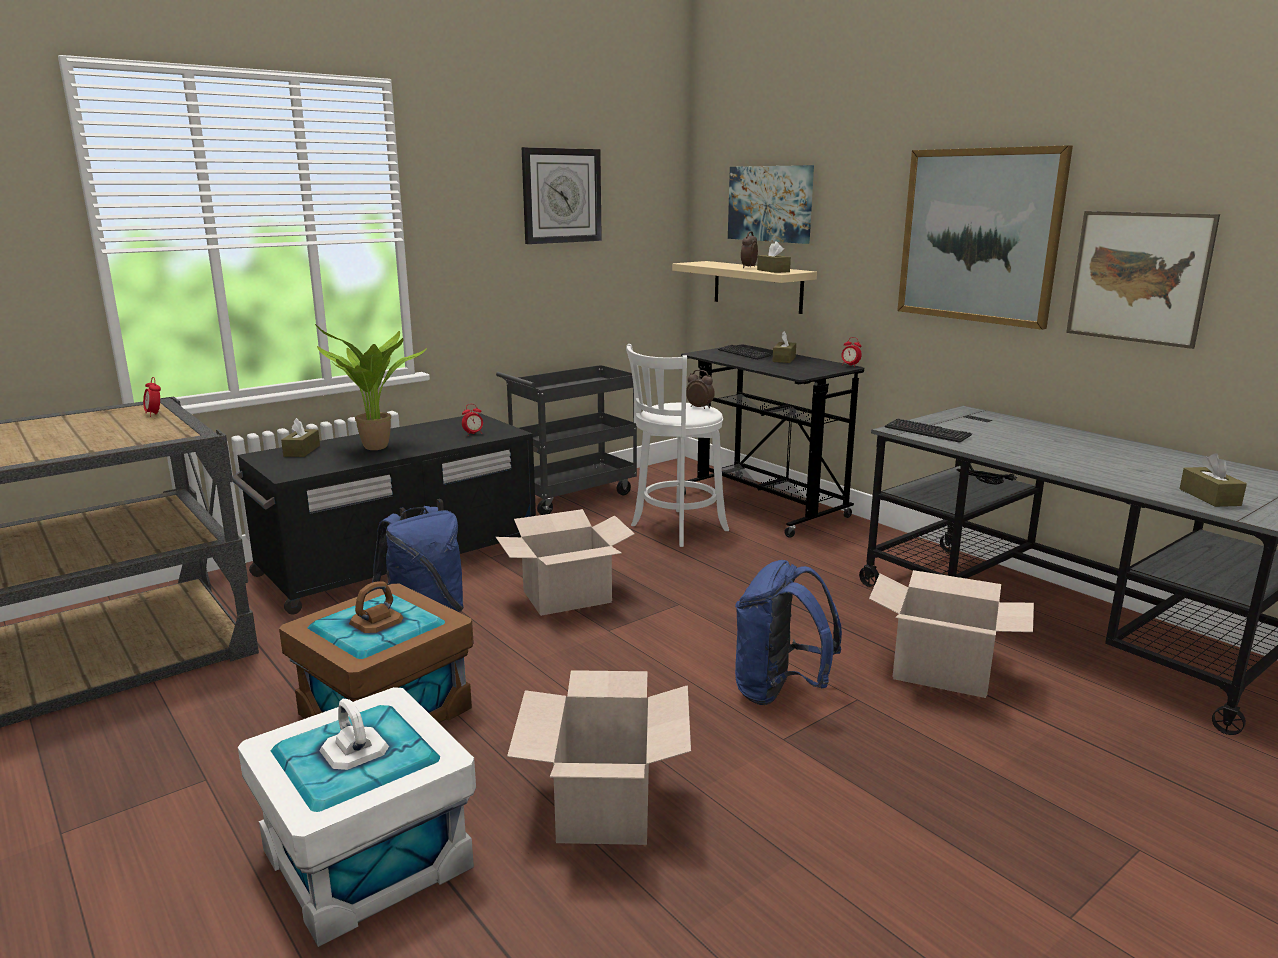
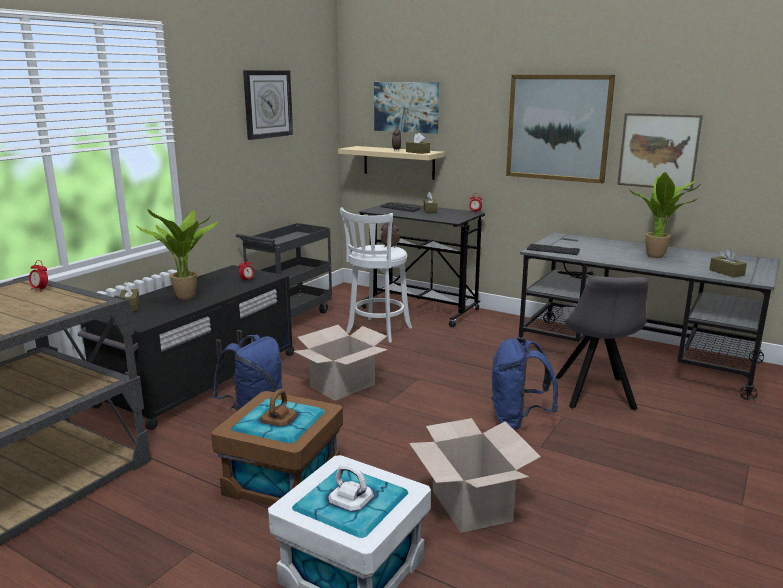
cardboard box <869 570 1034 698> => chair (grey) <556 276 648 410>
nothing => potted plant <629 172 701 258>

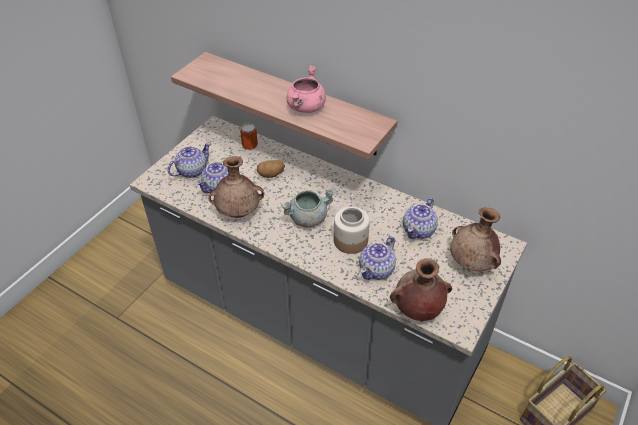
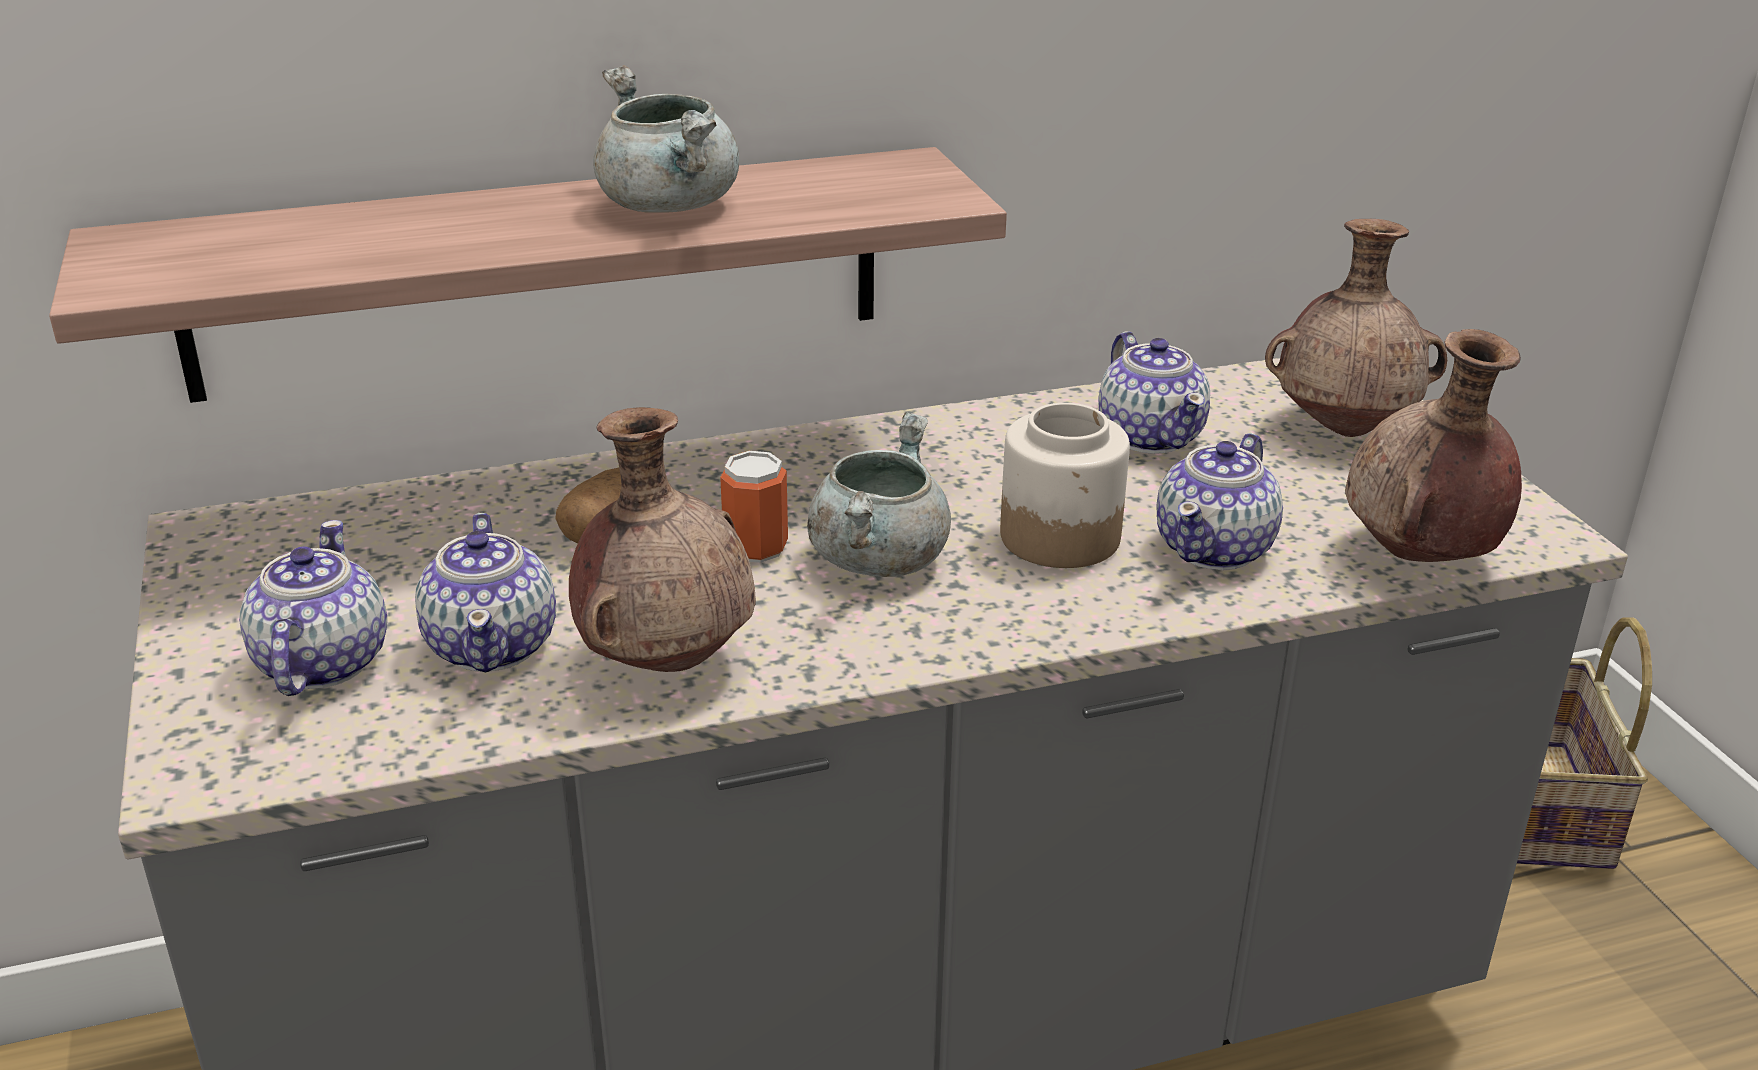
sealed can <240 123 258 150> => sealed can <720 451 788 563>, move
saucepot (pinkish) <287 66 326 113> => saucepot (grey) <593 65 739 213>
pot for tea <359 236 396 280> => pot for tea <1156 433 1283 570>, 45 degrees clockwise

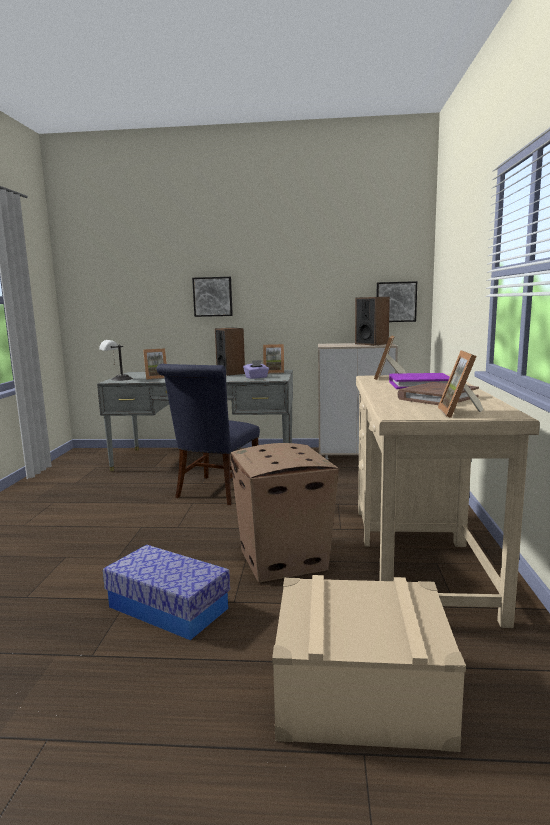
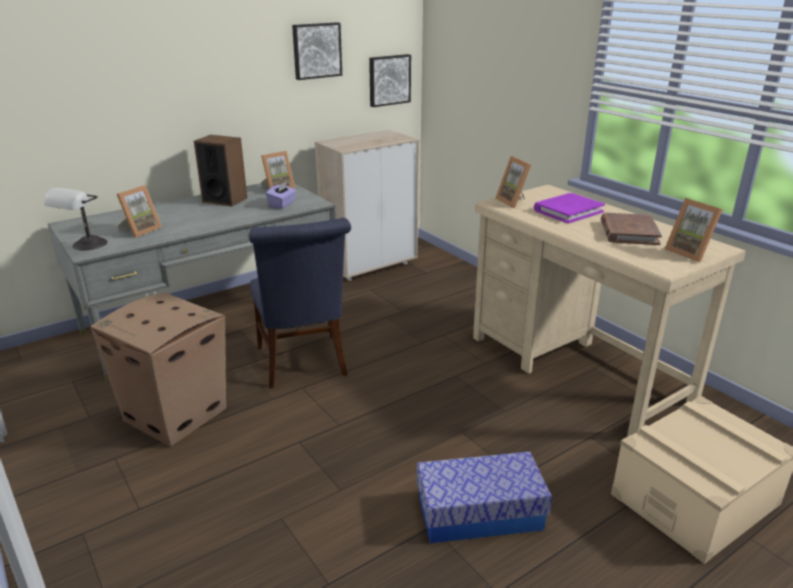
wall art <192 277 233 317> => wall art <292 22 342 80>, move
cardboard box <230 443 339 582> => cardboard box <90 293 226 446>, move
speaker <355 297 390 345> => nothing

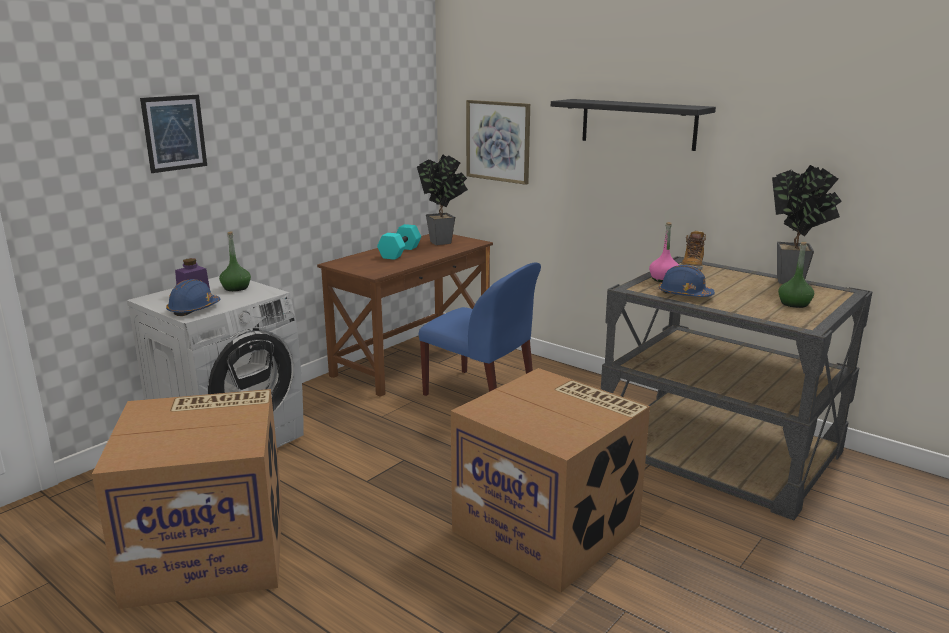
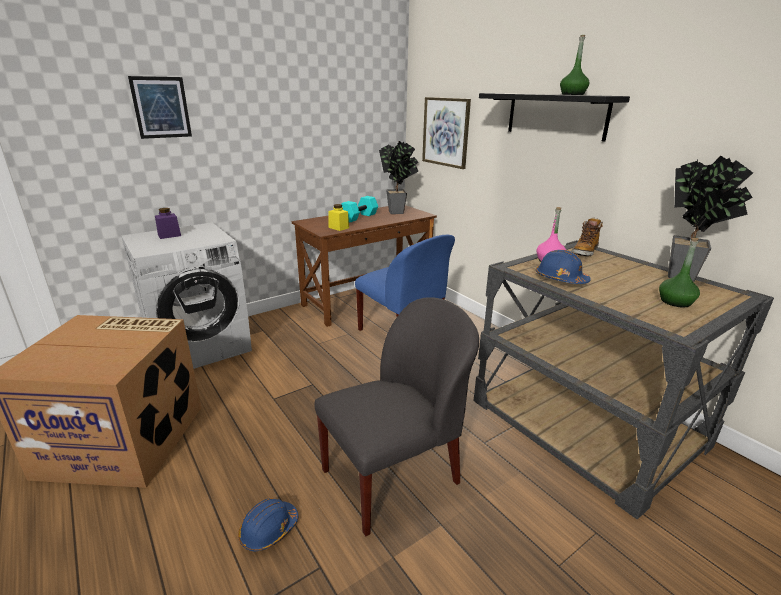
work helmet (blue) <166 279 220 316> => work helmet (blue) <238 498 299 551>, move
drink bottle (greenish) <219 231 251 291> => drink bottle (greenish) <560 35 590 95>, move
cardboard box <451 368 650 592> => chair (grey) <314 297 479 536>
nothing => jar (yellow-coloured) <328 204 349 231>

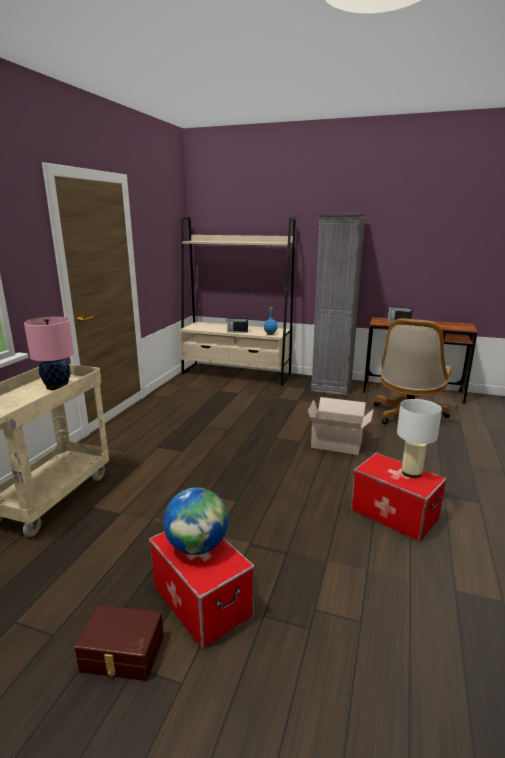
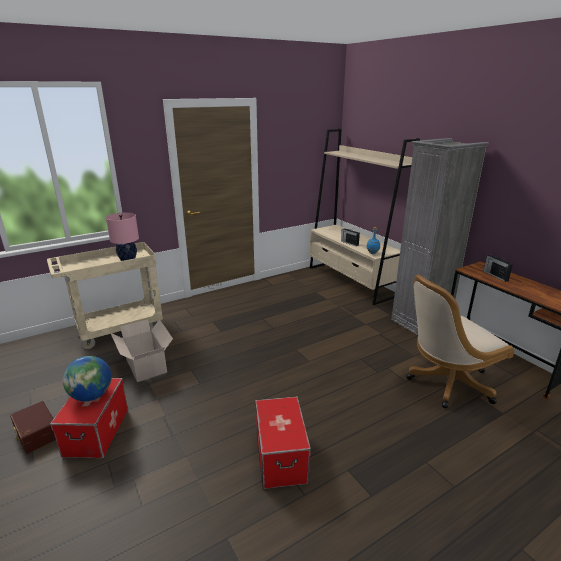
cardboard box <308 397 373 455> => cardboard box <110 319 173 382>, move
lamp for a table (whitish) <397 399 442 478> => nothing

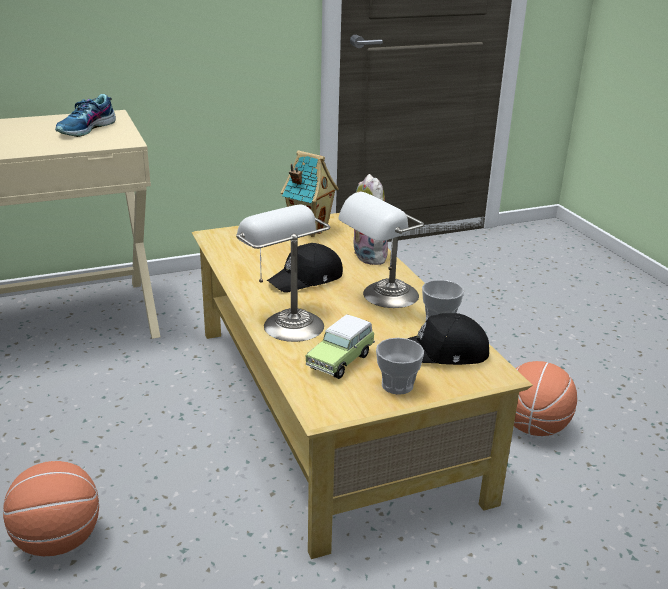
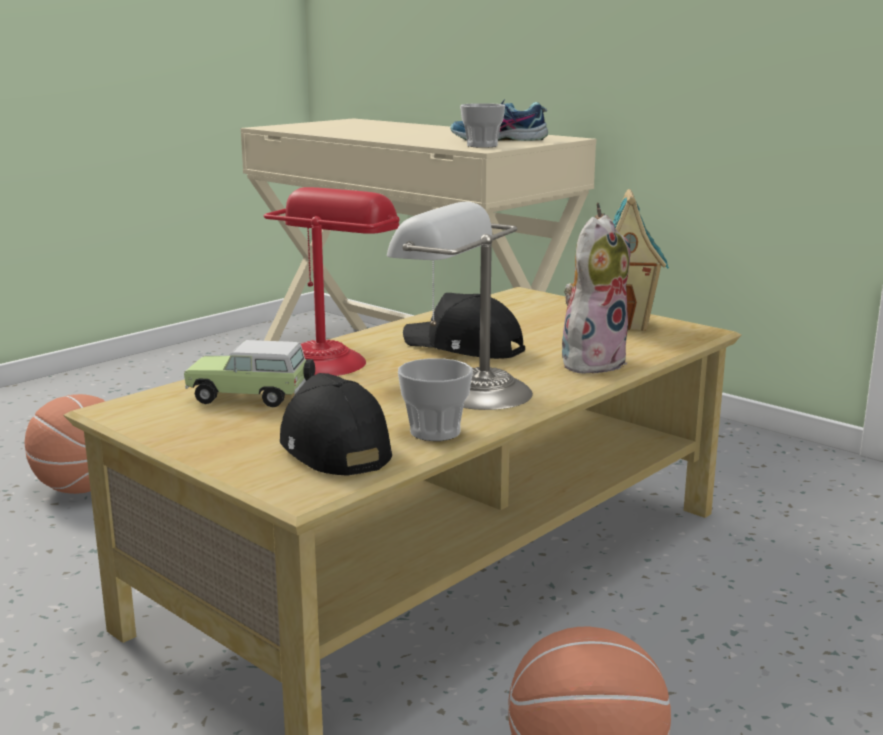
lamp for a table (whitish) <236 204 331 342> => lamp for a table (red) <264 187 399 376>
cup <376 338 424 395> => cup <460 103 505 148>, move

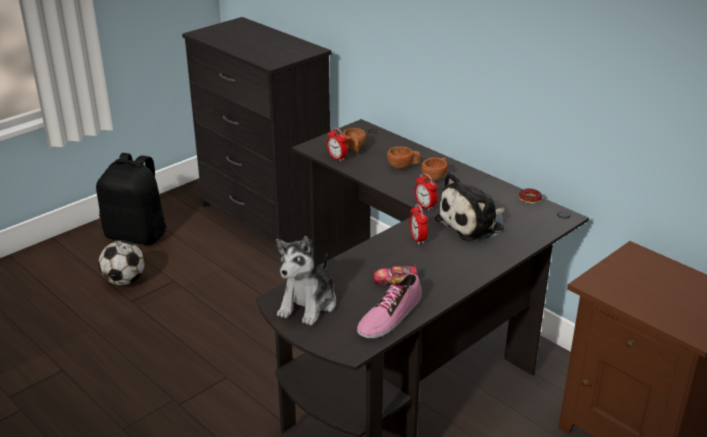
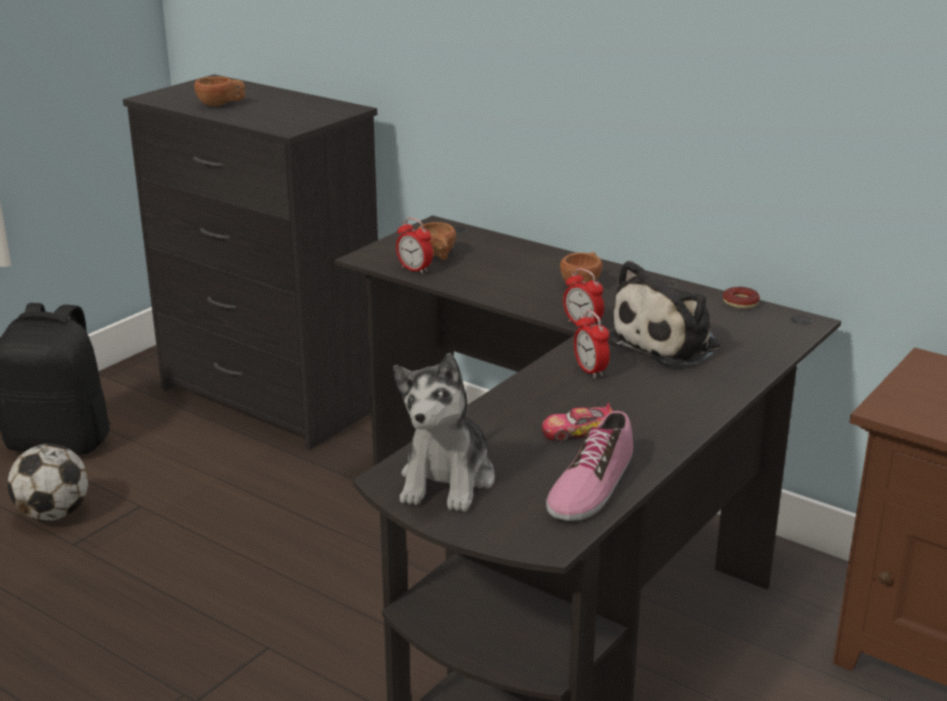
cup (brown) <387 147 421 169> => cup (brown) <194 76 245 106>, move

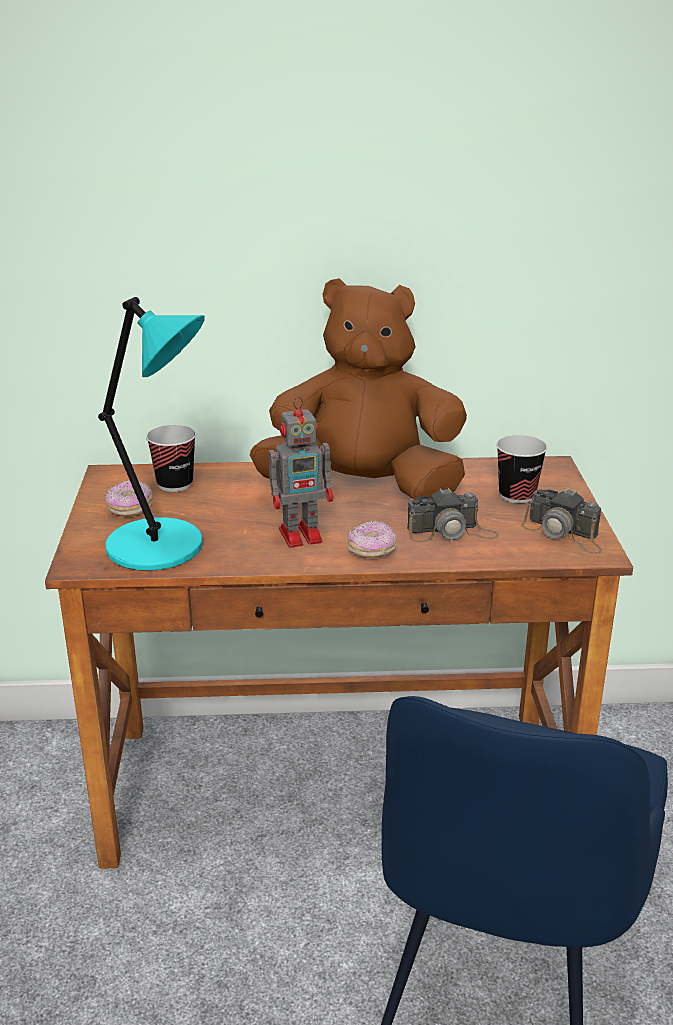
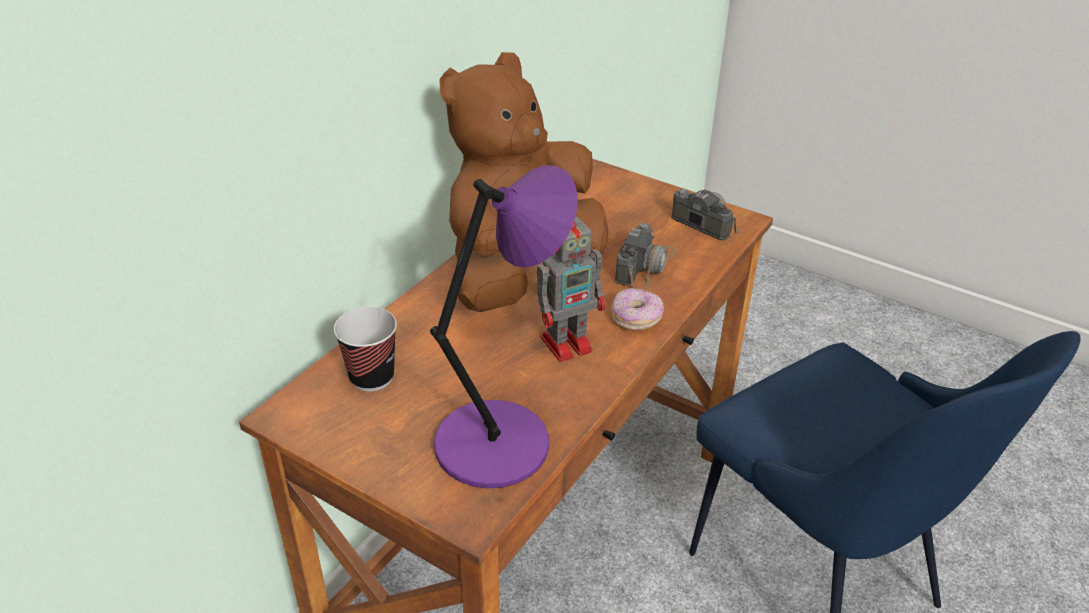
lamp for a table (turquoise-coloured) <98 297 205 571> => lamp for a table (purple-coloured) <430 165 578 488>
ring doughnut <105 480 153 516> => nothing
robot figure <268 396 333 548> => robot figure <537 217 606 362>, 45 degrees clockwise
cup <496 435 548 503> => nothing
photo camera <521 488 602 554> => photo camera <671 189 739 240>, 120 degrees counterclockwise

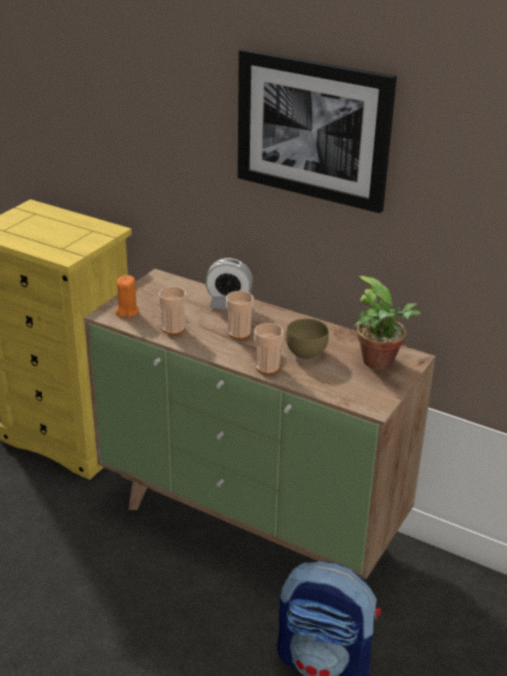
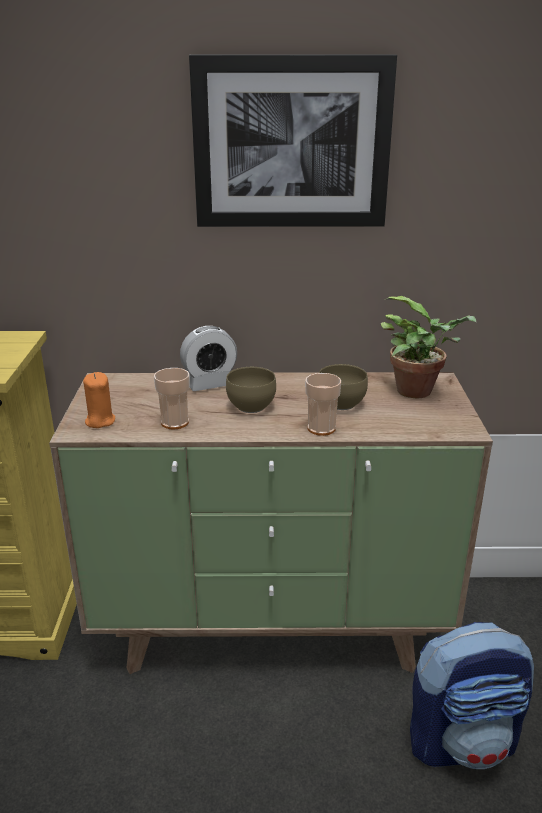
cup <226 291 254 339> => bowl (brown) <226 367 276 413>

